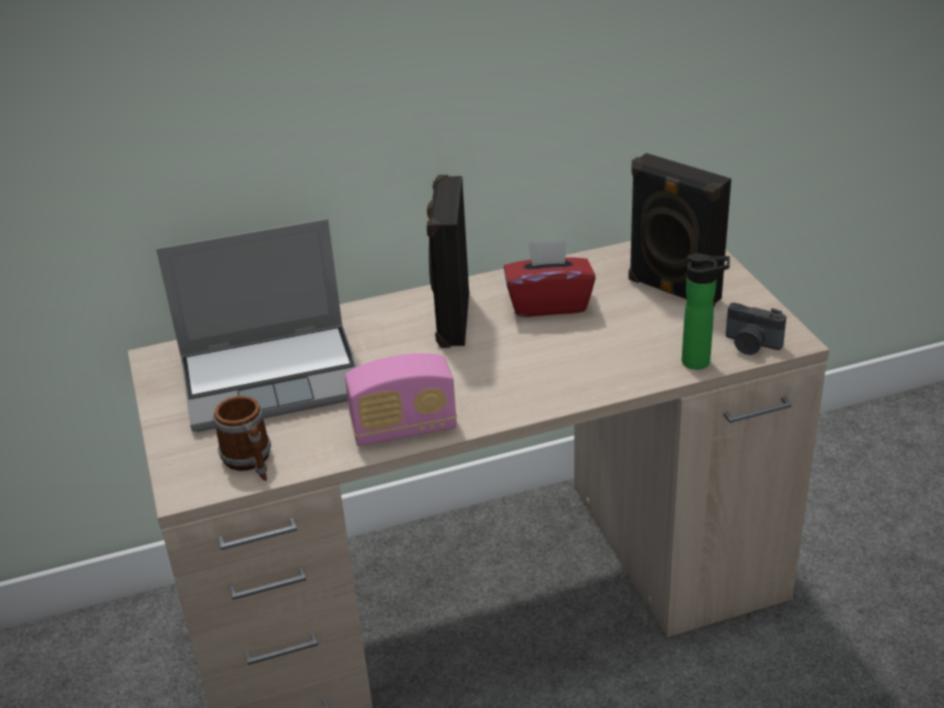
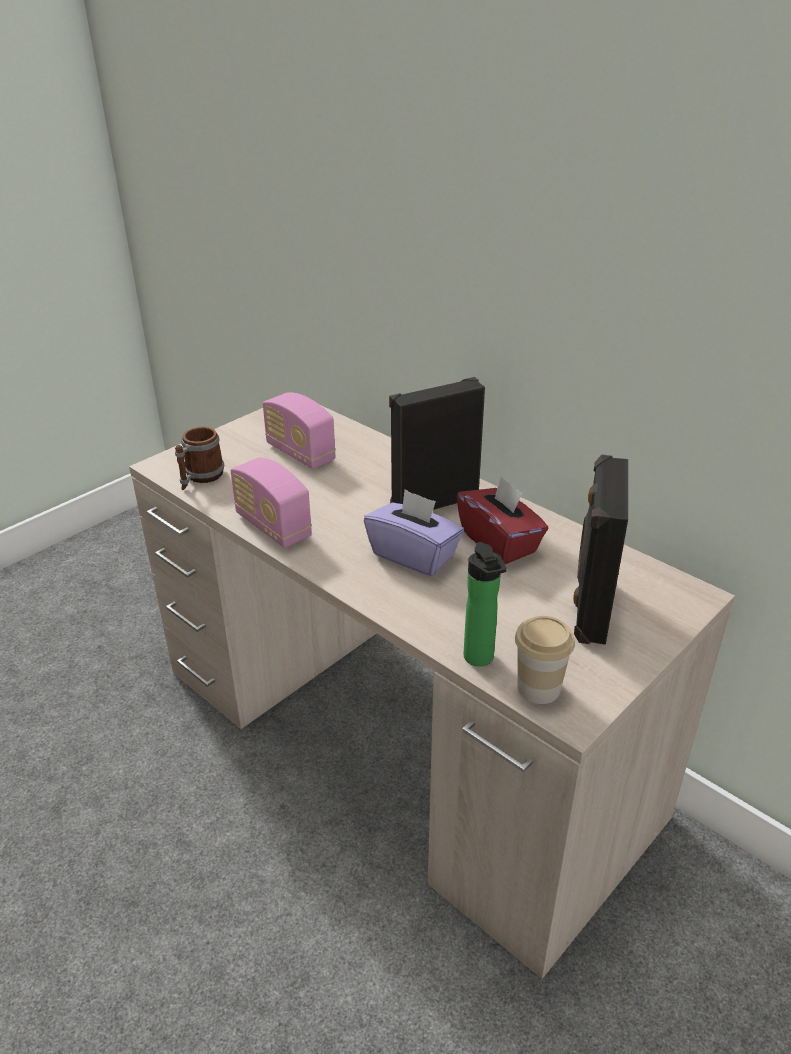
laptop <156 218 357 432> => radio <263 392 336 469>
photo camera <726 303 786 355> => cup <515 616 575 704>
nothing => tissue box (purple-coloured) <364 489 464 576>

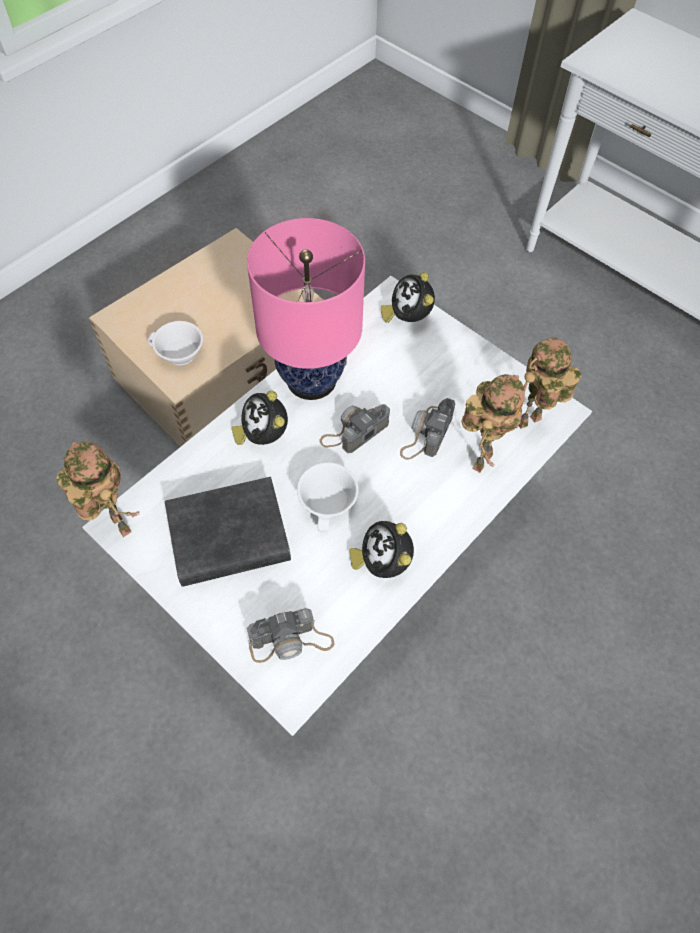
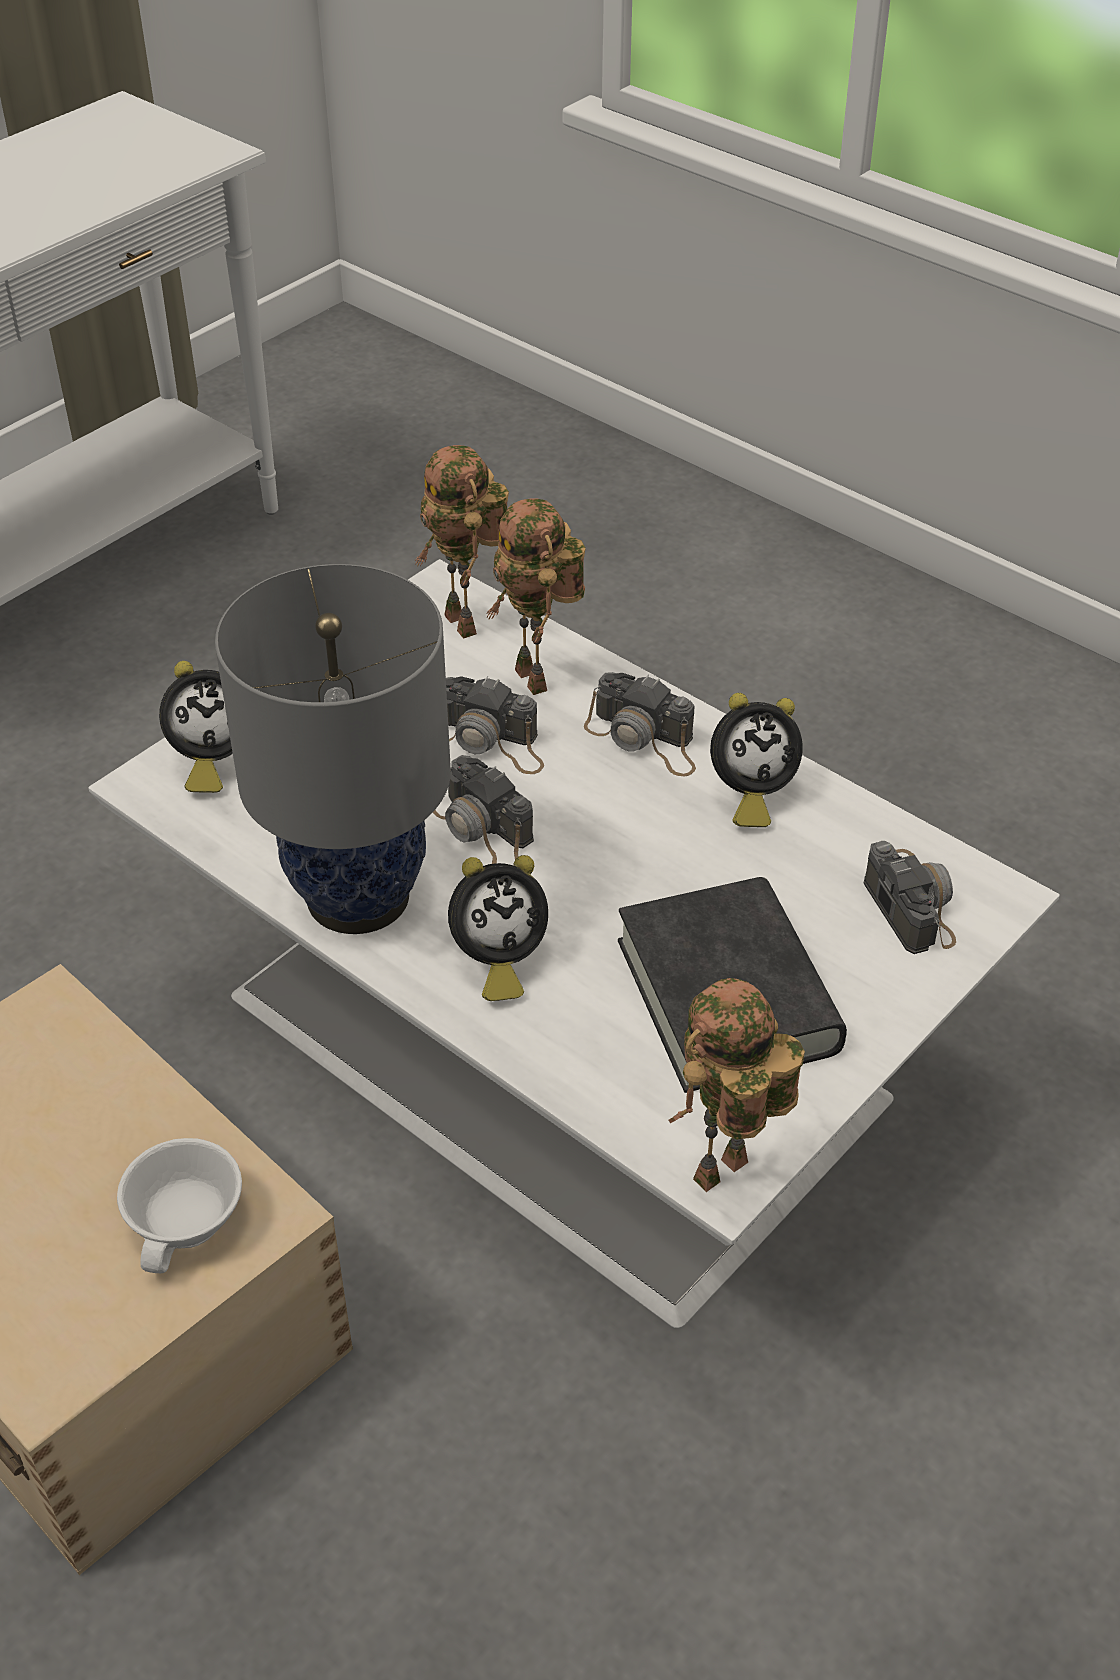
lamp for a table (pinkish) <247 218 365 400> => lamp for a table (grey) <215 564 451 934>
cup (whitish) <297 462 359 532> => nothing
robot figure <461 374 525 473> => robot figure <486 498 586 695>, 150 degrees counterclockwise
nothing => photo camera <584 672 696 777>

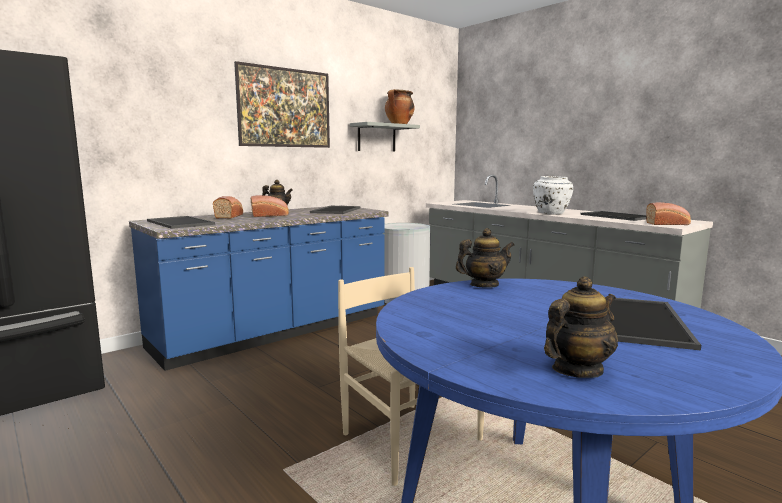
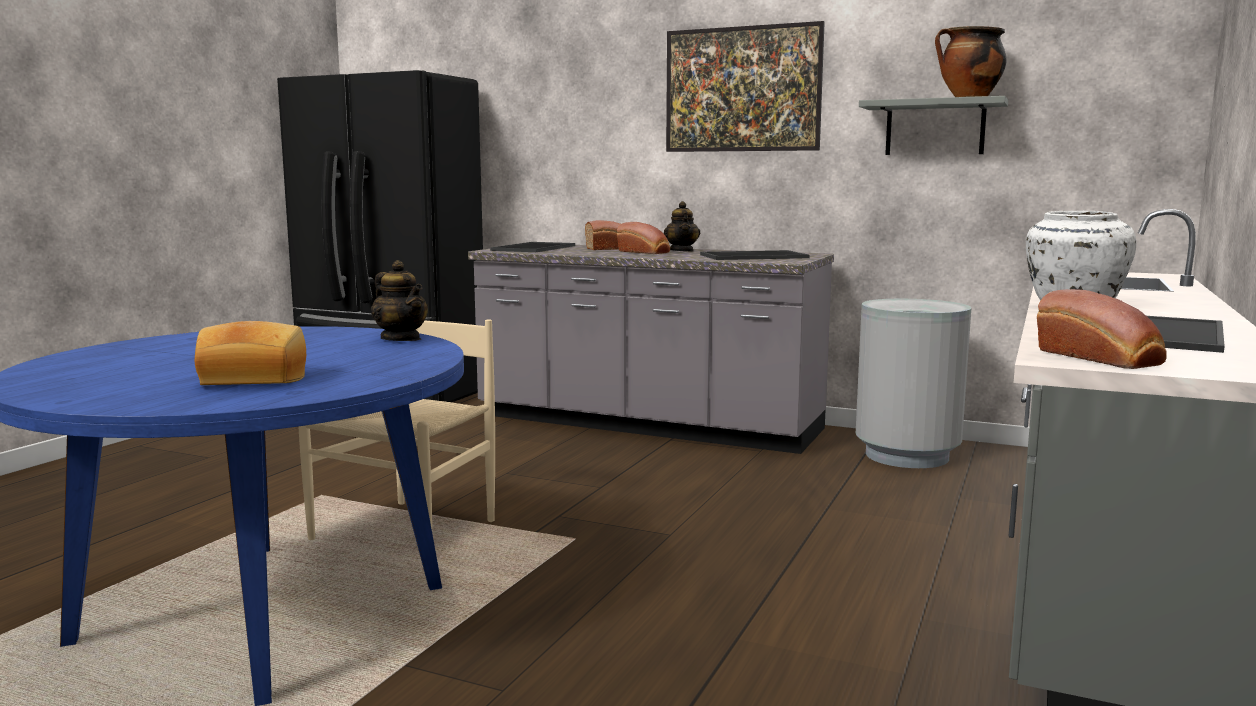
kitchen base unit (blue) <129 205 388 371> => kitchen base unit (grey) <468 245 834 454>
pot for tea <544 276 618 378> => nothing
tray <610 298 701 351> => bread <195 321 306 385>

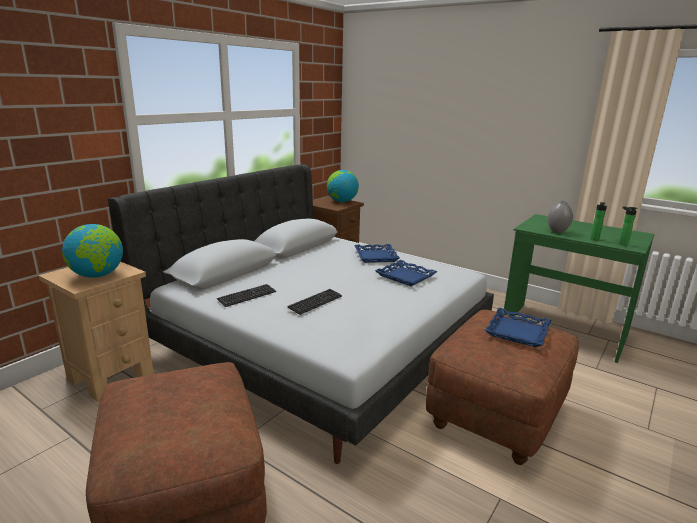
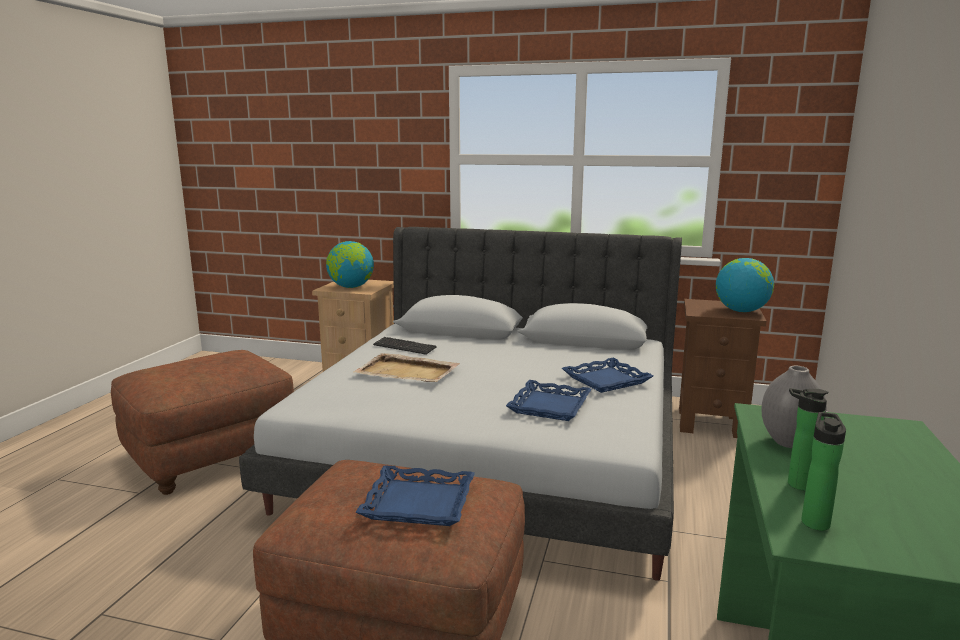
computer keyboard <287 289 342 315> => tray (sand-coloured) <353 353 460 382>

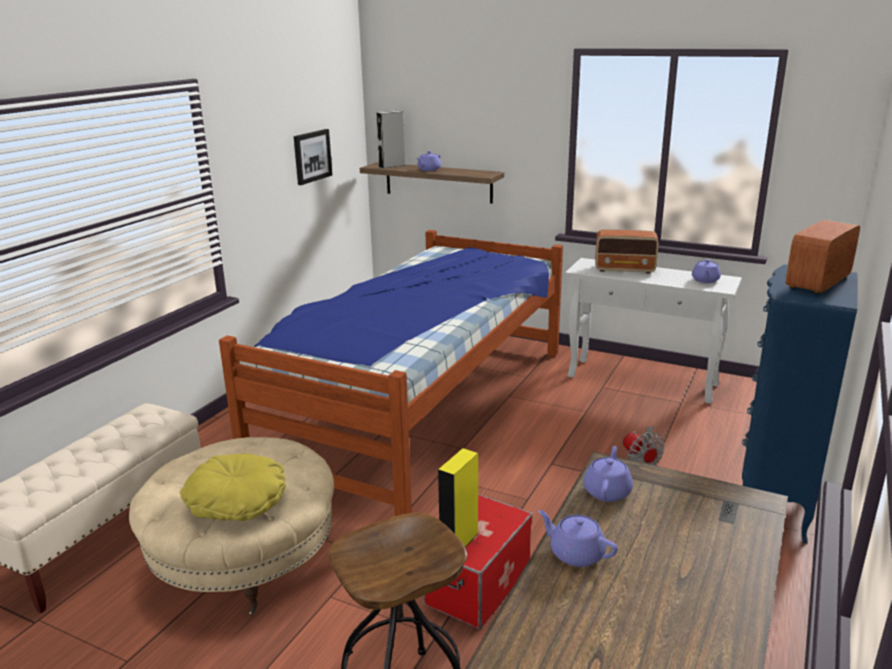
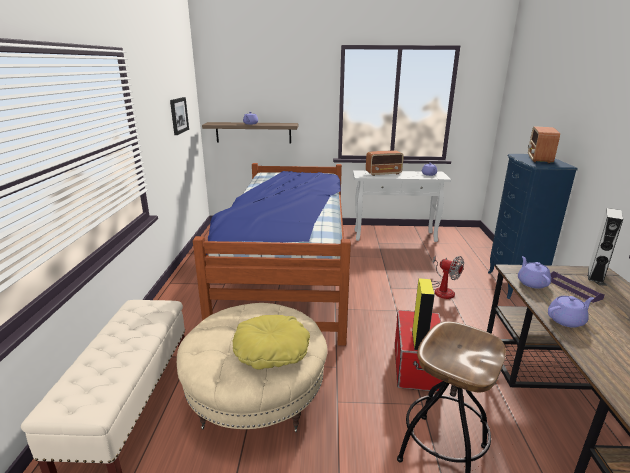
speaker (grey) <376 111 405 169> => speaker (grey) <588 208 623 283>, move
pot for tea (purple-coloured) <538 510 618 567> => pot for tea (purple-coloured) <548 296 594 328>, 150 degrees clockwise
nothing => tray (purple-coloured) <550 271 605 303>

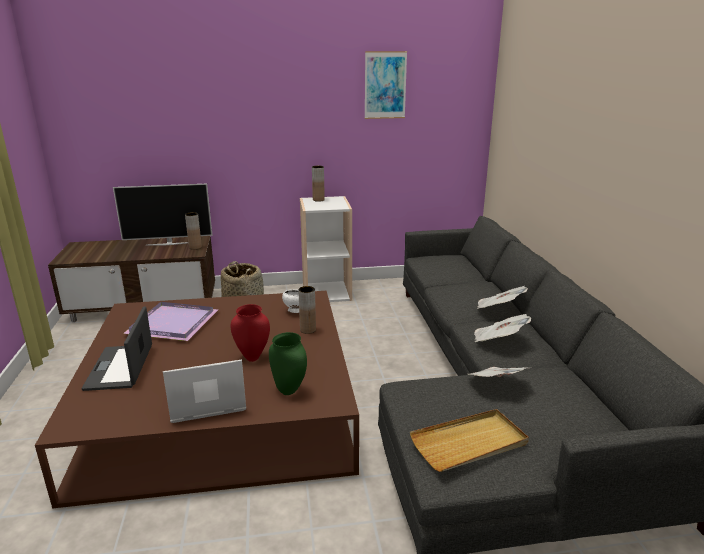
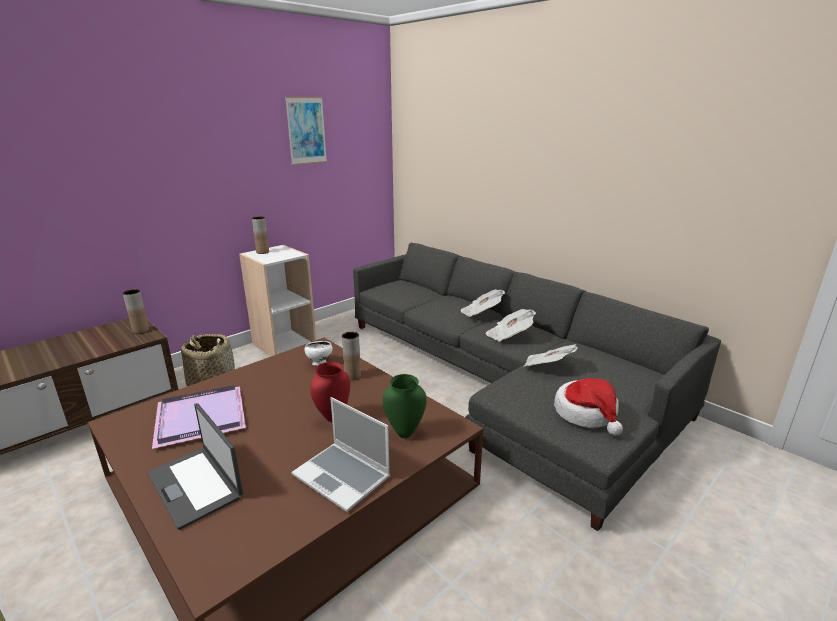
TV set <113 184 212 245> => nothing
laptop <163 360 246 423> => laptop <291 397 390 512>, 90 degrees counterclockwise
tray (sand-coloured) <410 409 529 472> => wearable hat <554 378 623 436>

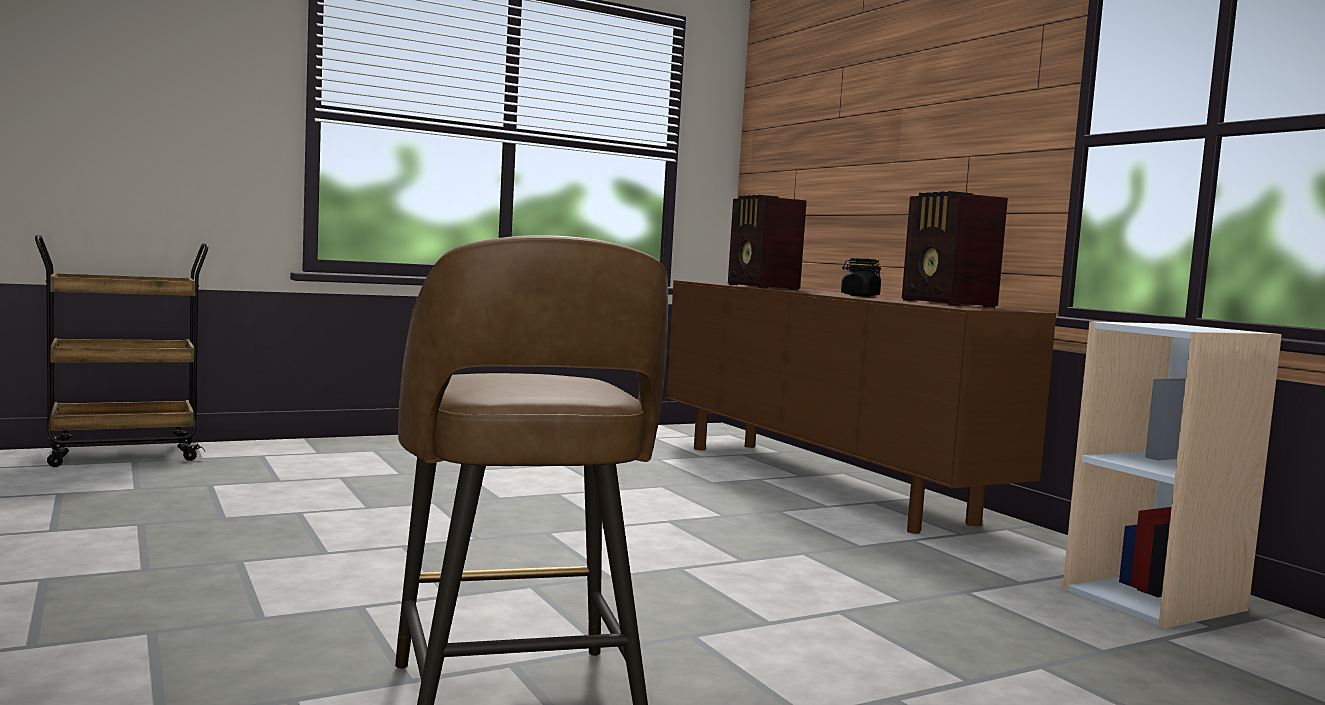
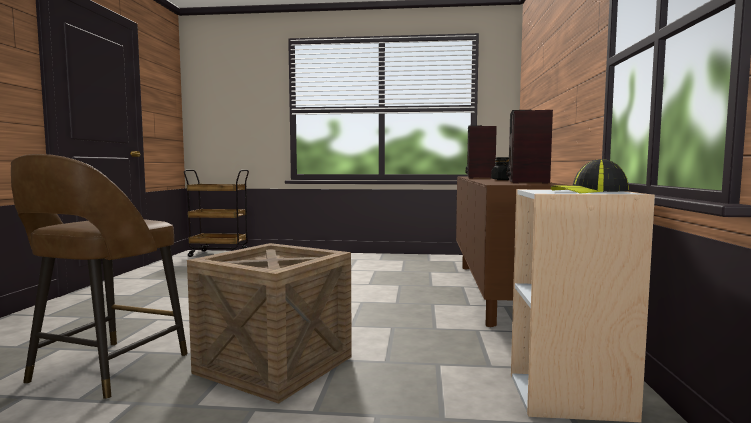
nothing => shipping crate <187 243 352 404>
nothing => baseball cap <551 159 629 194>

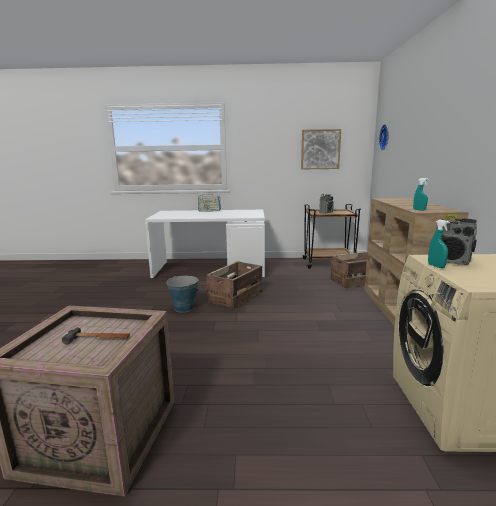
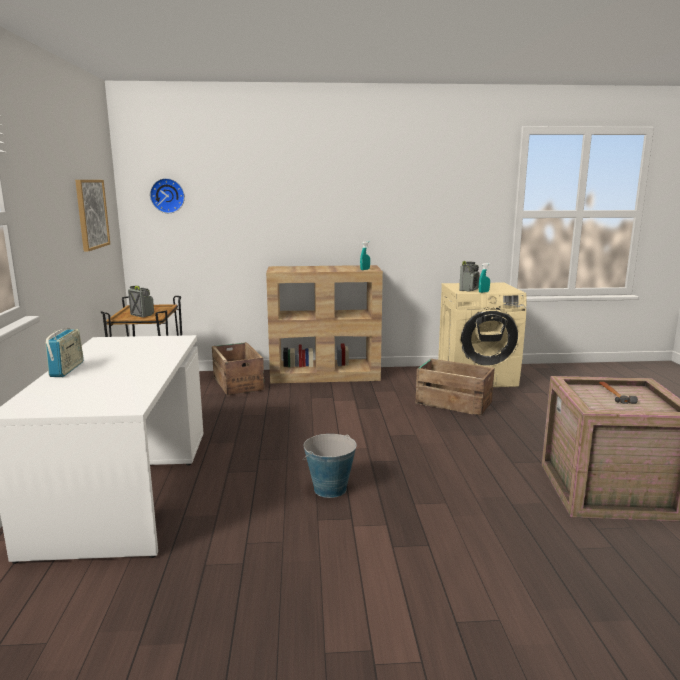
shipping crate <206 261 262 309> => shipping crate <416 359 495 416>, move

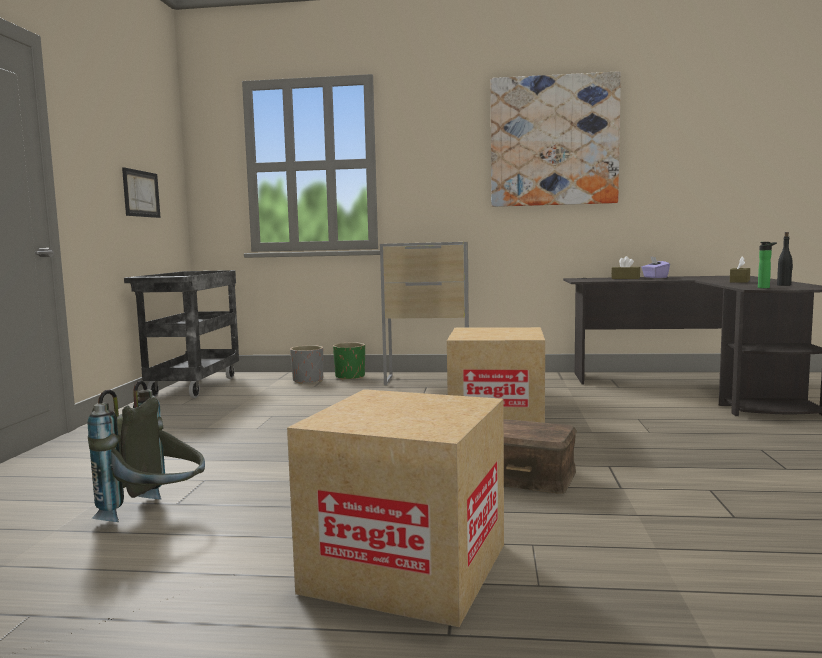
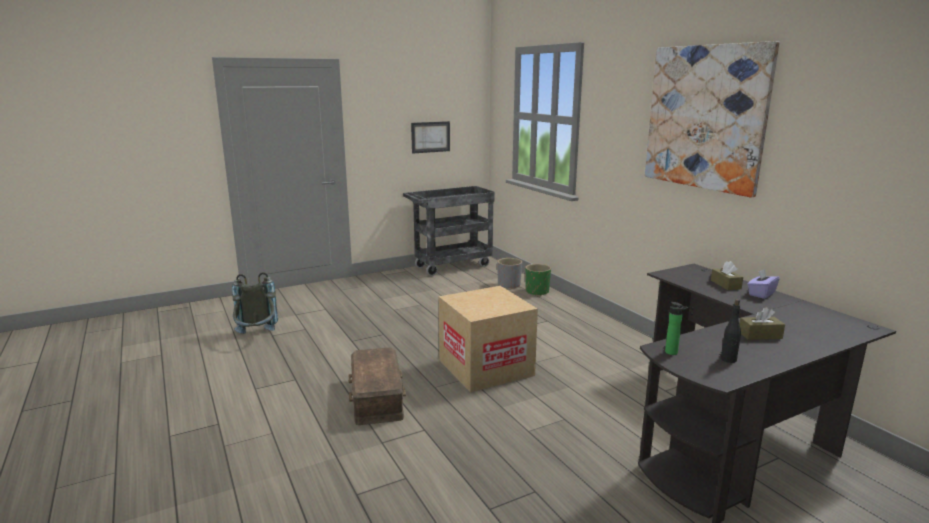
cardboard box <287 389 504 627> => nothing
cupboard (grey) <380 242 469 385> => nothing

